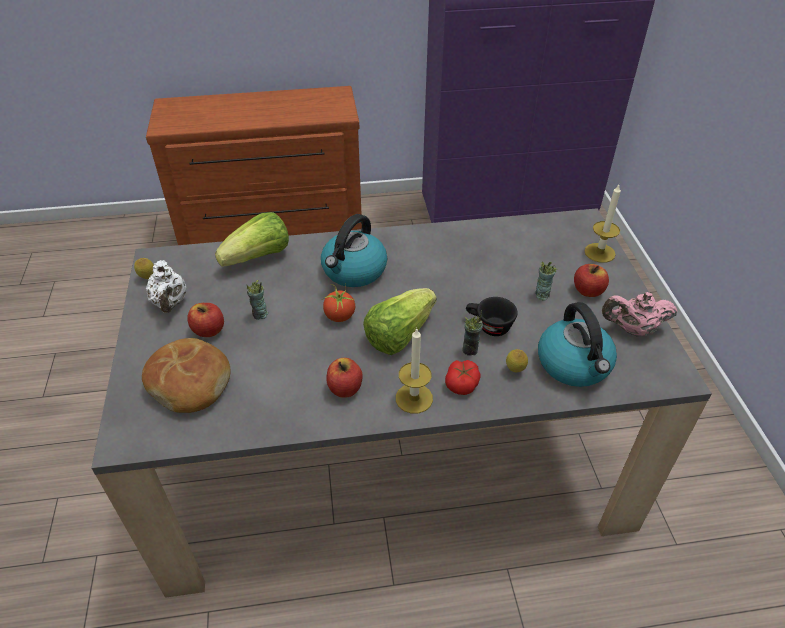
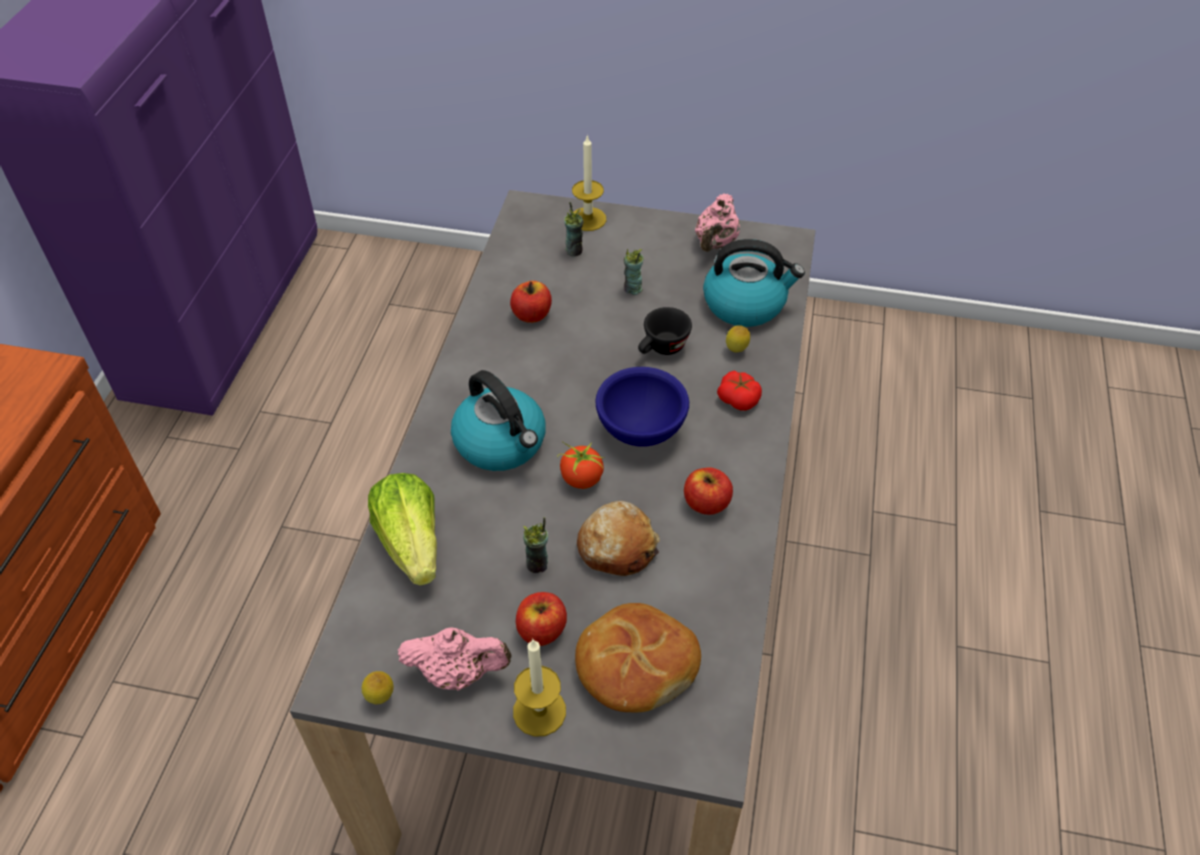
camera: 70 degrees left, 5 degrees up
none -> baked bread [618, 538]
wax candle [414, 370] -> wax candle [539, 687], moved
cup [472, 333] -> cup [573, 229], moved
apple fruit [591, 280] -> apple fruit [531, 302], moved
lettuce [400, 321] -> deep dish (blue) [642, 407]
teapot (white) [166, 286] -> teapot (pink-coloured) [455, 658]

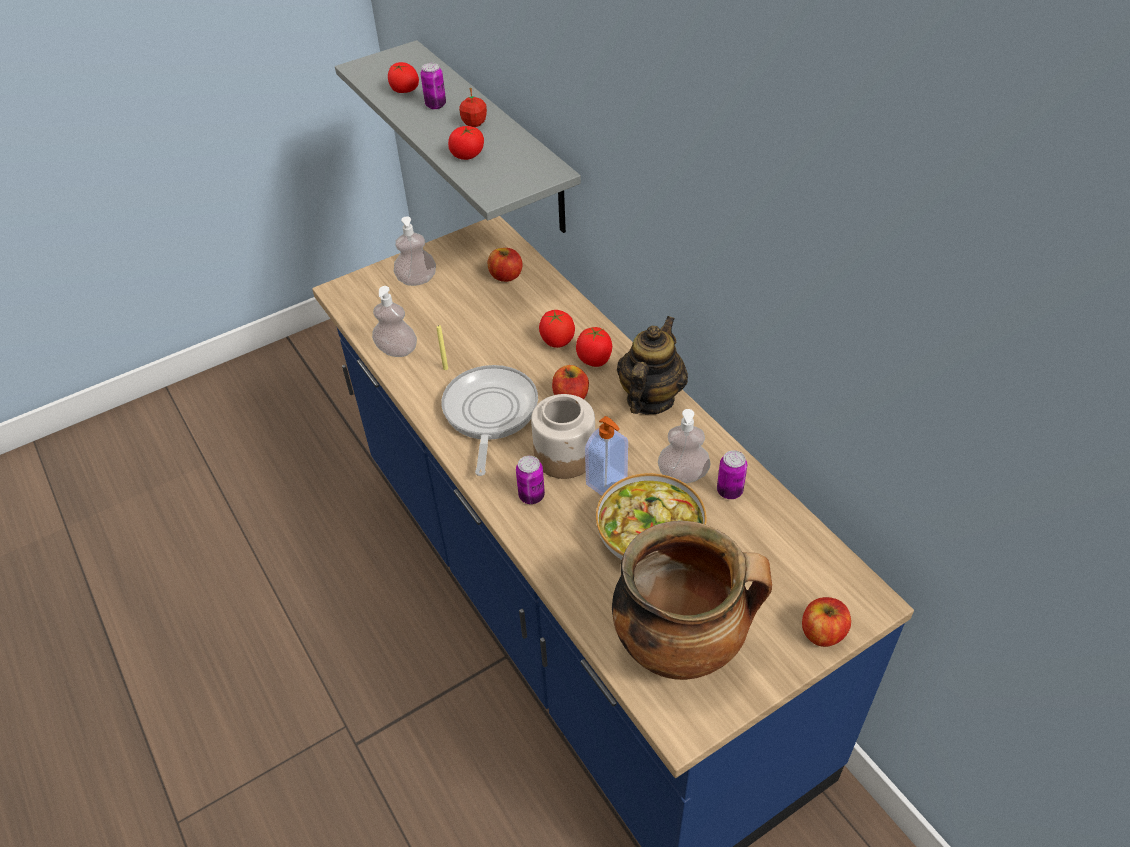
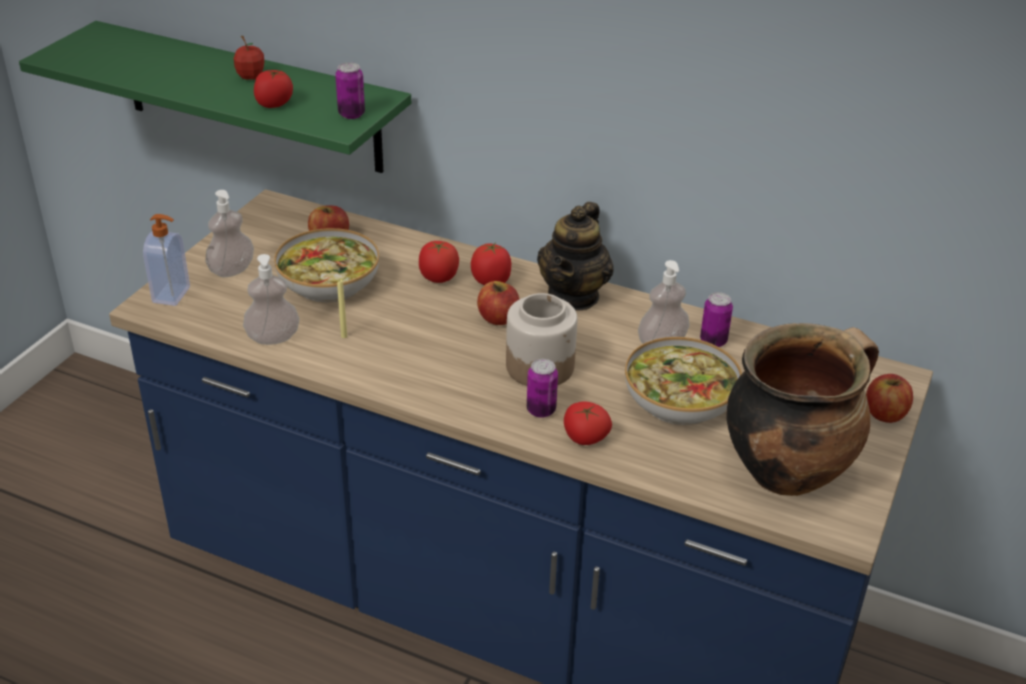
camera: 35 degrees left, 10 degrees down
pan [489, 420] -> none
none -> deep dish [326, 265]
tomato [403, 77] -> tomato [588, 423], moved
sealed can [433, 86] -> sealed can [350, 90], moved
soap dispenser [606, 456] -> soap dispenser [166, 260], moved
wall shelf (greyish) [458, 136] -> wall shelf (green-coloured) [215, 97]
teapot [652, 365] -> teapot [575, 256], 150 degrees counterclockwise

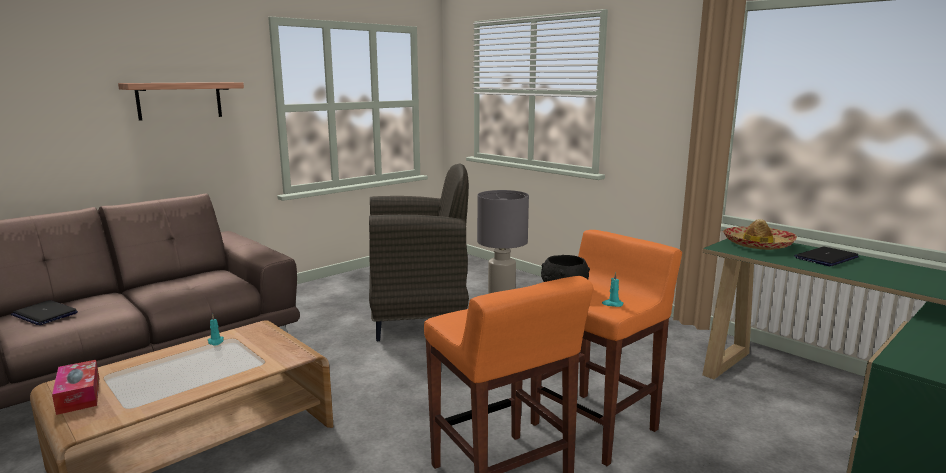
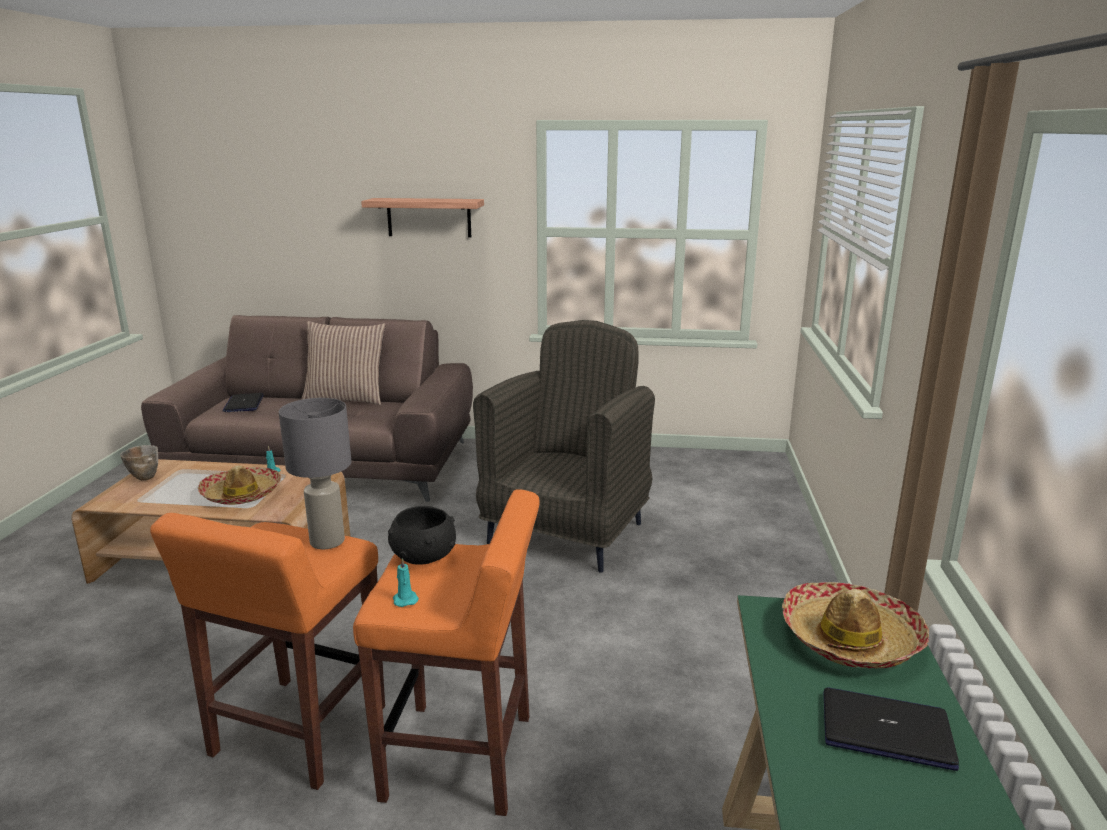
camera: 50 degrees right, 5 degrees up
none -> hat [239, 485]
none -> throw pillow [343, 363]
box of tissues [75, 387] -> deep dish [139, 463]
easy chair (greyish) [419, 252] -> easy chair (greyish) [564, 446], 105 degrees counterclockwise

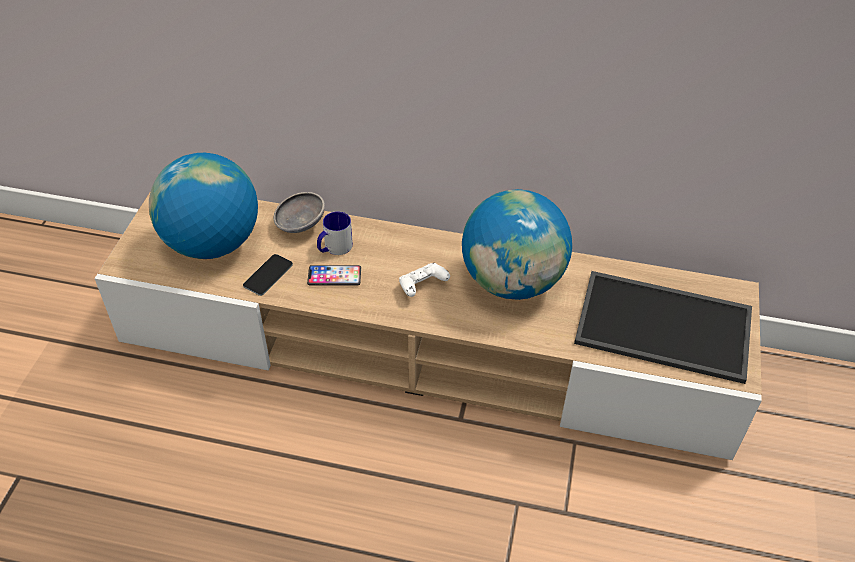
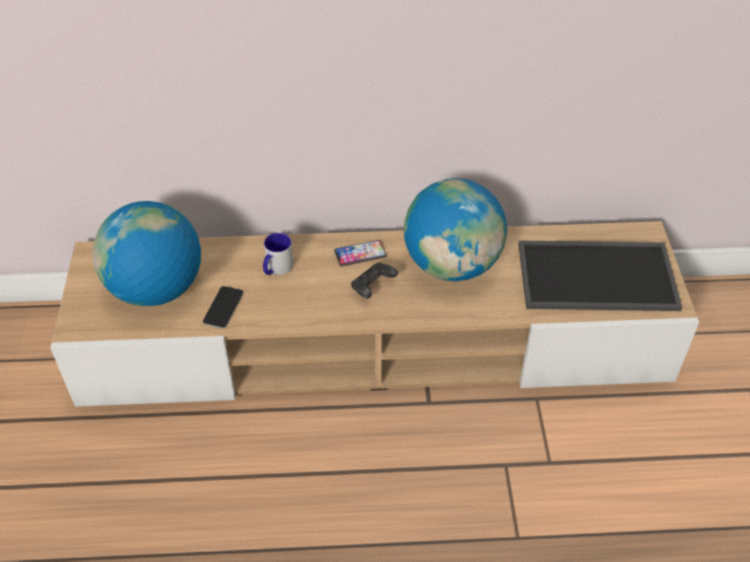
camera: 15 degrees left, 0 degrees up
deep dish (greyish) [299, 212] -> none
handset [334, 275] -> handset [360, 253], moved
joypad (white) [424, 280] -> joypad (black-coloured) [374, 280]

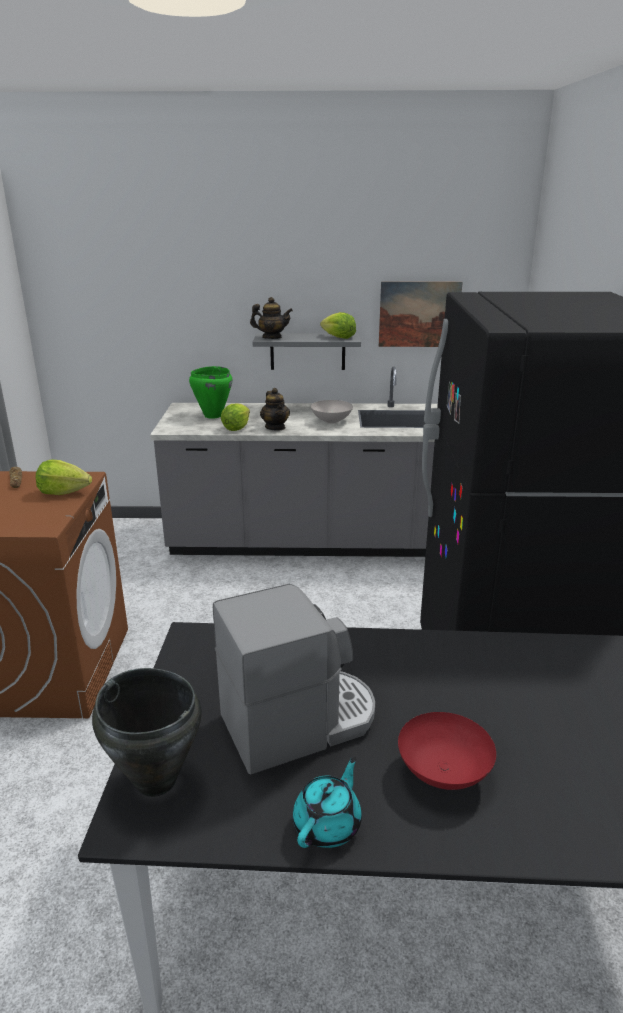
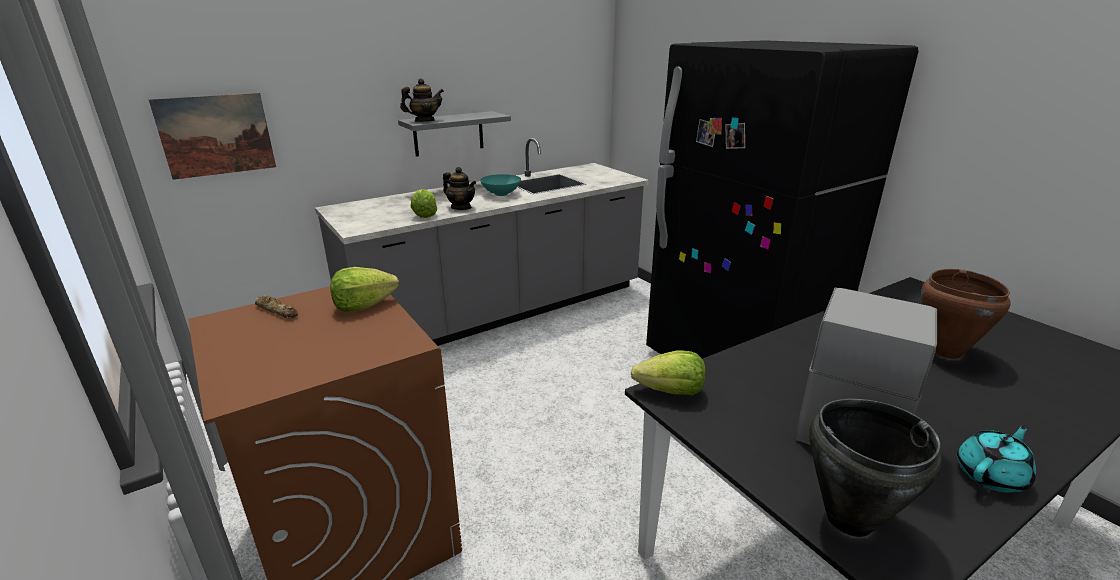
camera: 35 degrees left, 0 degrees up
stockpot (green-coloured) [210, 392] -> none
deep dish (red-coloured) [447, 751] -> none
none -> stockpot (brown-coloured) [965, 314]
lettuce [338, 325] -> lettuce [668, 372], moved
wall picture [421, 314] -> wall picture [212, 136], moved
deep dish (white) [332, 412] -> deep dish (turquoise-coloured) [500, 185]
teapot (turquoise-coloured) [327, 802] -> teapot (turquoise-coloured) [996, 458], 60 degrees clockwise

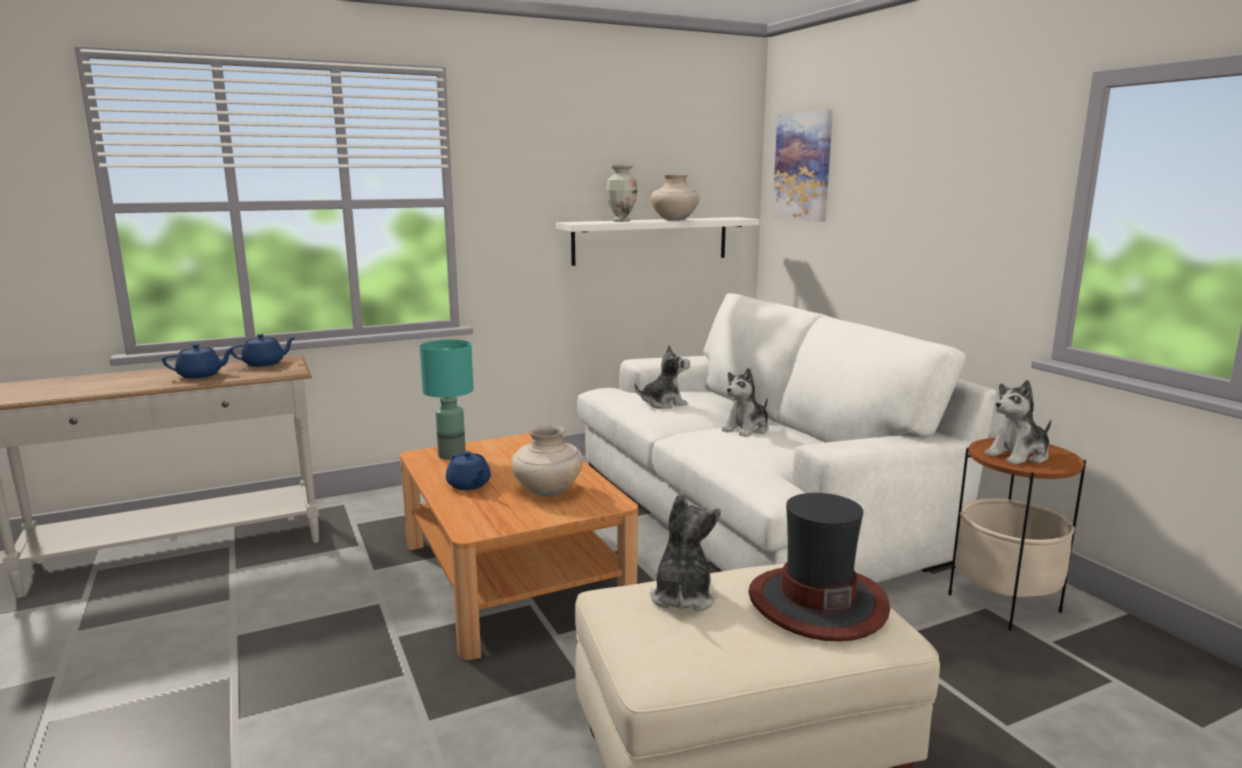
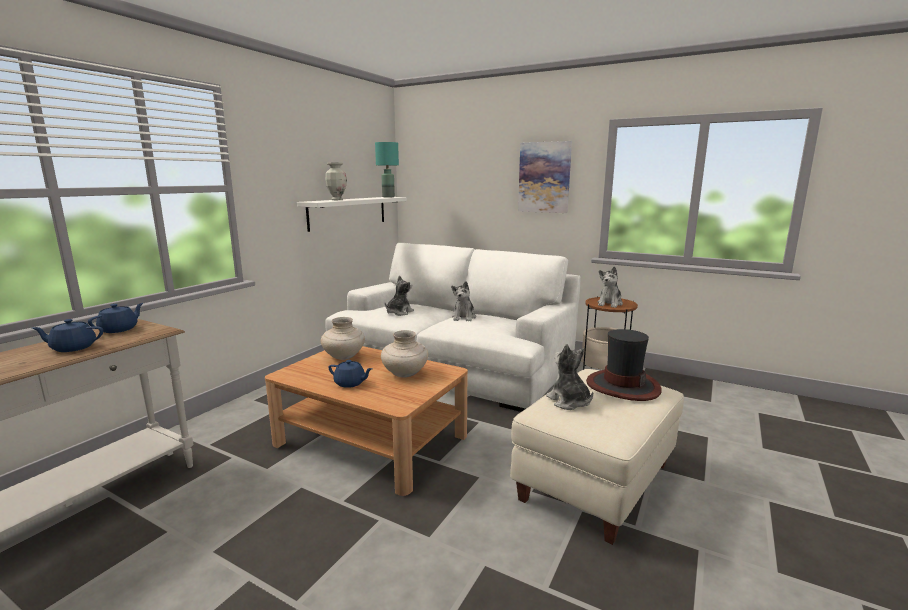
camera: 35 degrees left, 0 degrees up
tabletop lamp (turquoise-coloured) [447, 399] -> tabletop lamp (turquoise-coloured) [387, 169], moved
decorative vase (sand-coloured) [675, 197] -> decorative vase (sand-coloured) [343, 338], moved
wall picture [802, 166] -> wall picture [545, 177], moved
teapot (blue) [198, 361] -> teapot (blue) [67, 335], 135 degrees counterclockwise

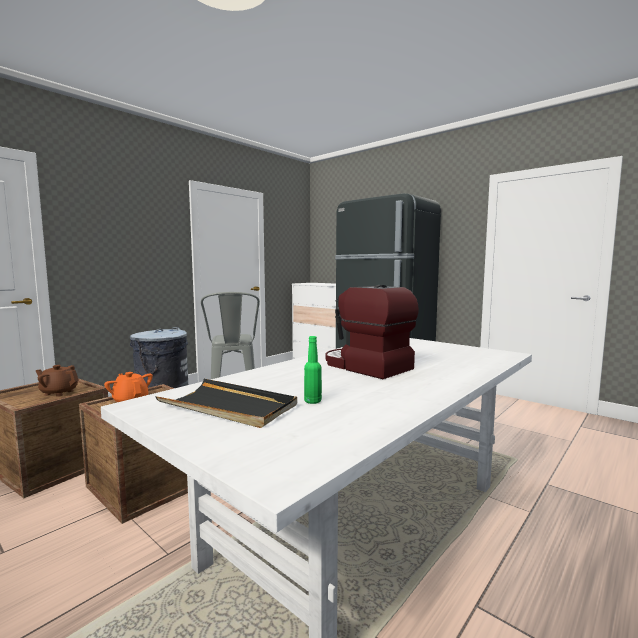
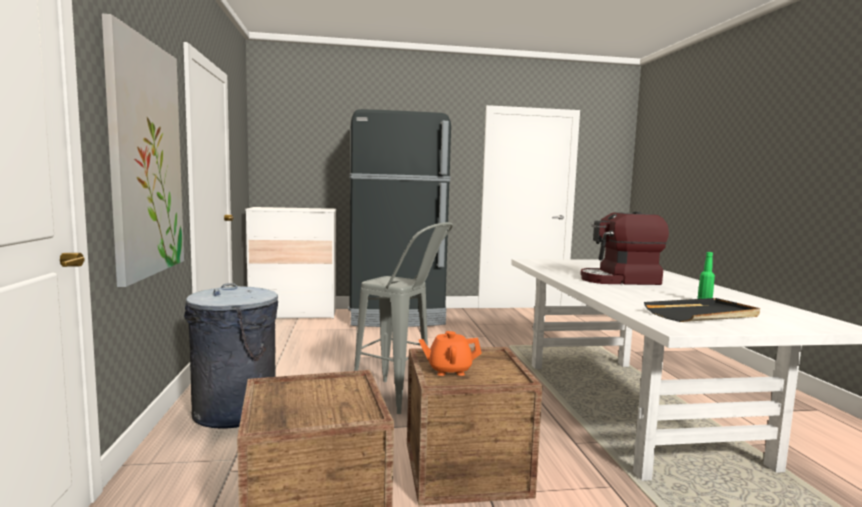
camera: 50 degrees left, 0 degrees up
teapot (brown-coloured) [57, 381] -> none
none -> wall picture [143, 150]

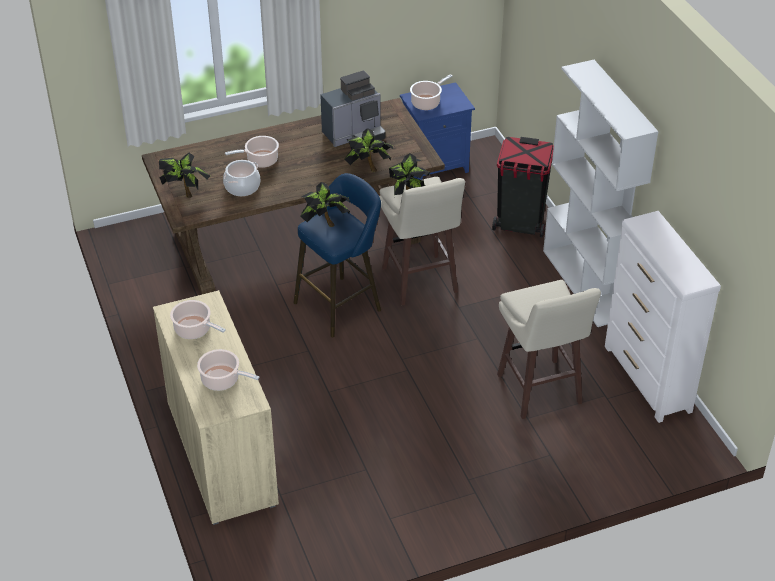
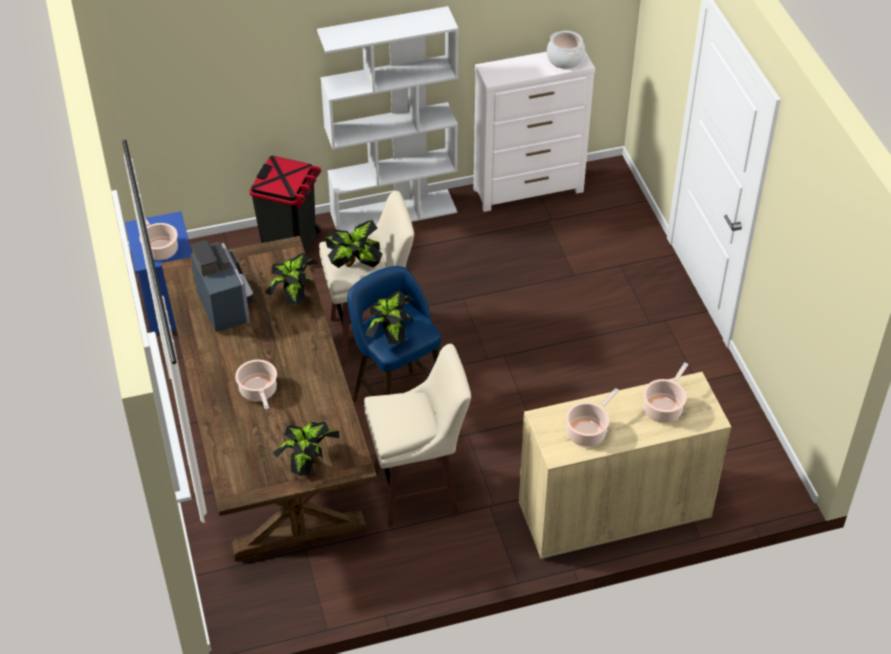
camera: 85 degrees left, 5 degrees up
stockpot [241, 178] -> stockpot [566, 50], moved
stool seat (sand-coloured) [549, 349] -> stool seat (sand-coloured) [417, 435], moved

